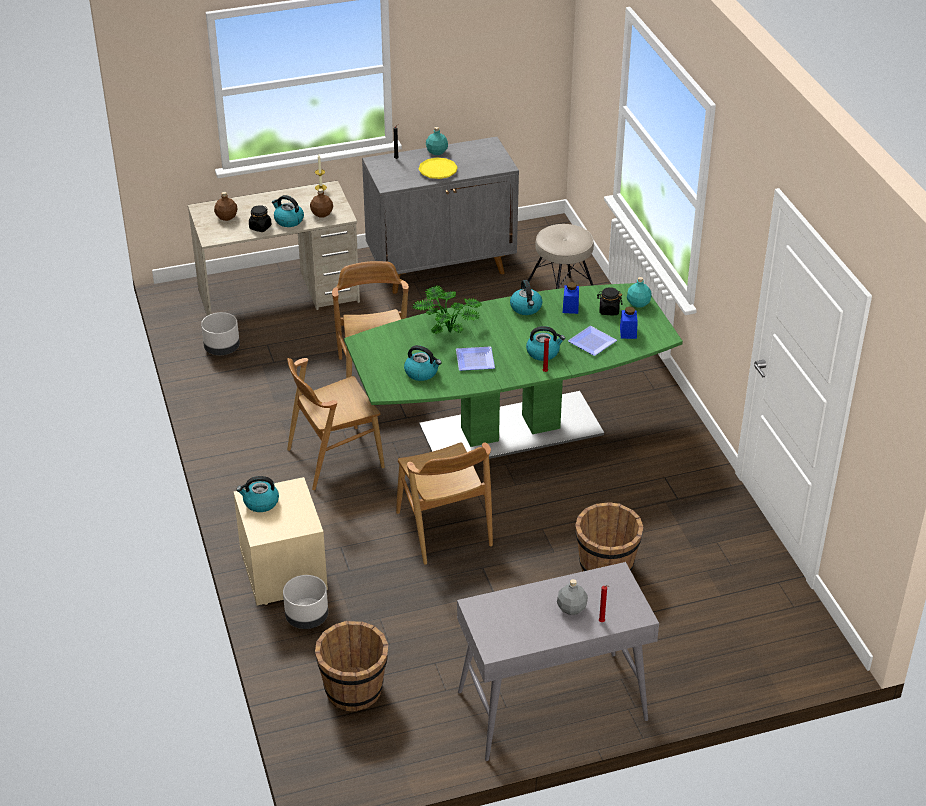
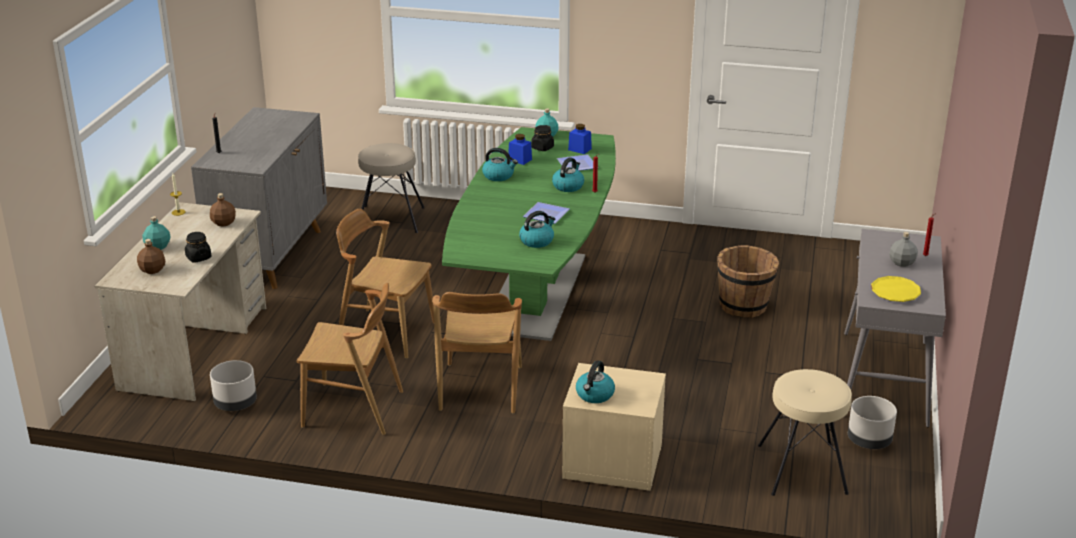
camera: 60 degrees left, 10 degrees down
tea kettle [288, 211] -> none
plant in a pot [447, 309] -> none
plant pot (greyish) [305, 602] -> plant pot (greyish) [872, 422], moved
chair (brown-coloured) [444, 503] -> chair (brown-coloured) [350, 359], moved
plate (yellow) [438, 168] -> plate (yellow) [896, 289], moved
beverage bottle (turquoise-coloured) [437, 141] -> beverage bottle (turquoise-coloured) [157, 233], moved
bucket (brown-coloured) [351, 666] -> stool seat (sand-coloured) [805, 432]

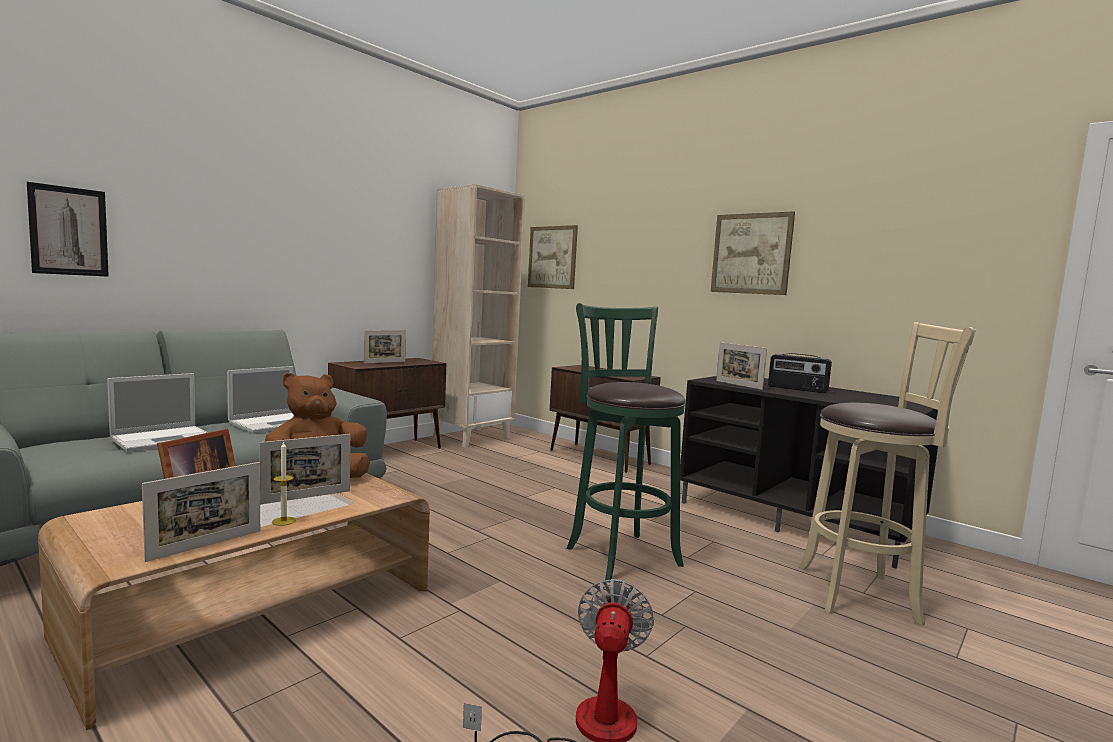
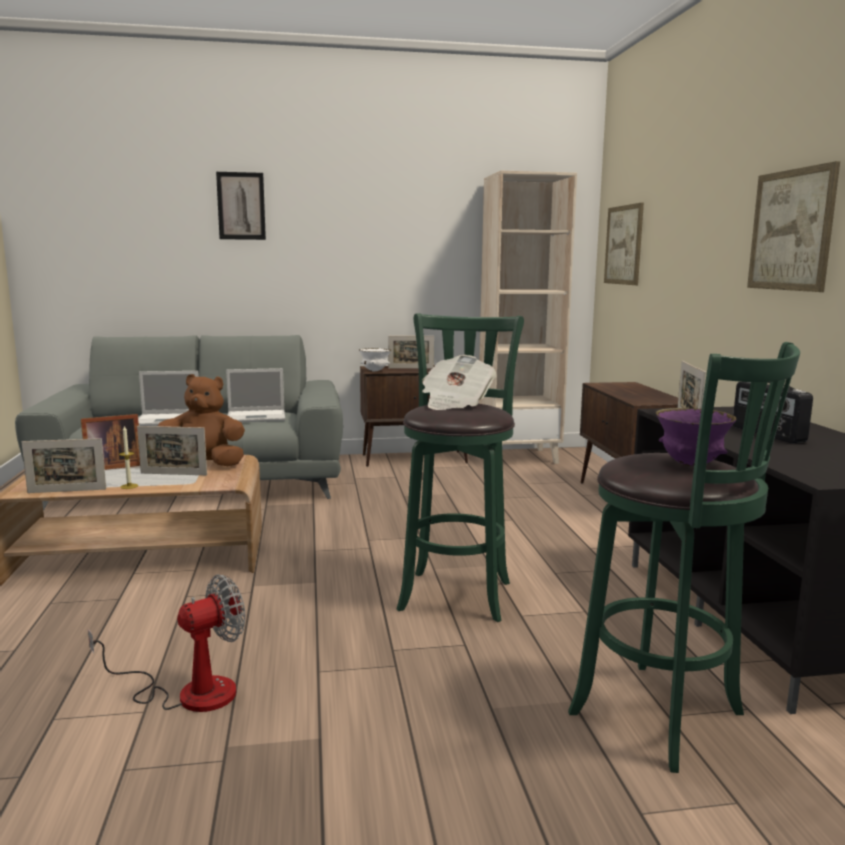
camera: 40 degrees right, 5 degrees up
none -> deep dish (white) [375, 360]
none -> printed paper [459, 382]
none -> deep dish (purplish) [696, 437]
wall picture [68, 229] -> wall picture [241, 206], moved
stool seat (sand-coloured) [887, 474] -> stool seat (green-coloured) [684, 557]

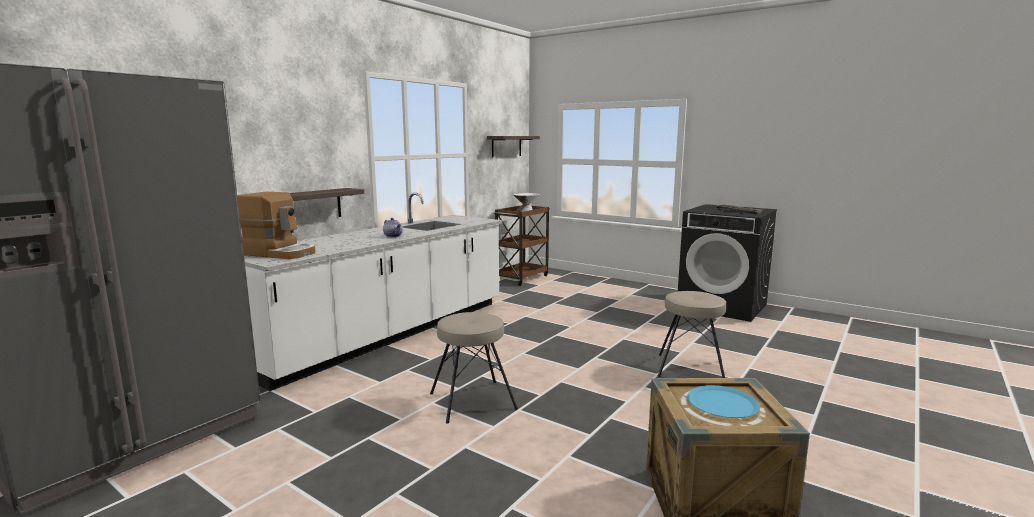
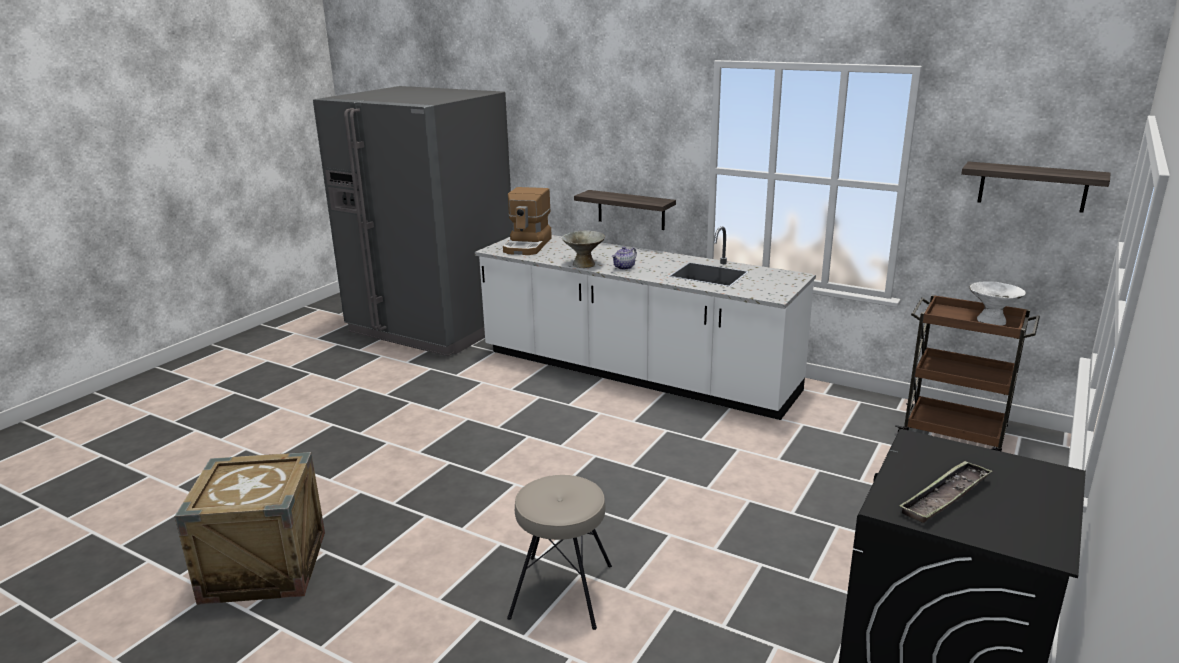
camera: 85 degrees right, 10 degrees up
stool seat (sand-coloured) [474, 367] -> none
plate (blue) [723, 401] -> none
none -> deep dish (greyish) [583, 249]

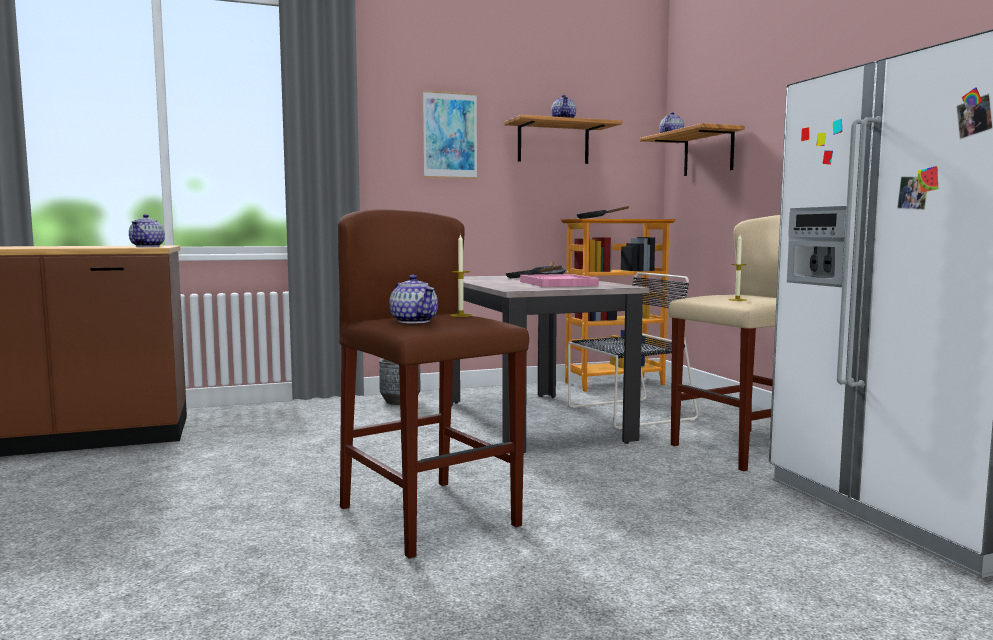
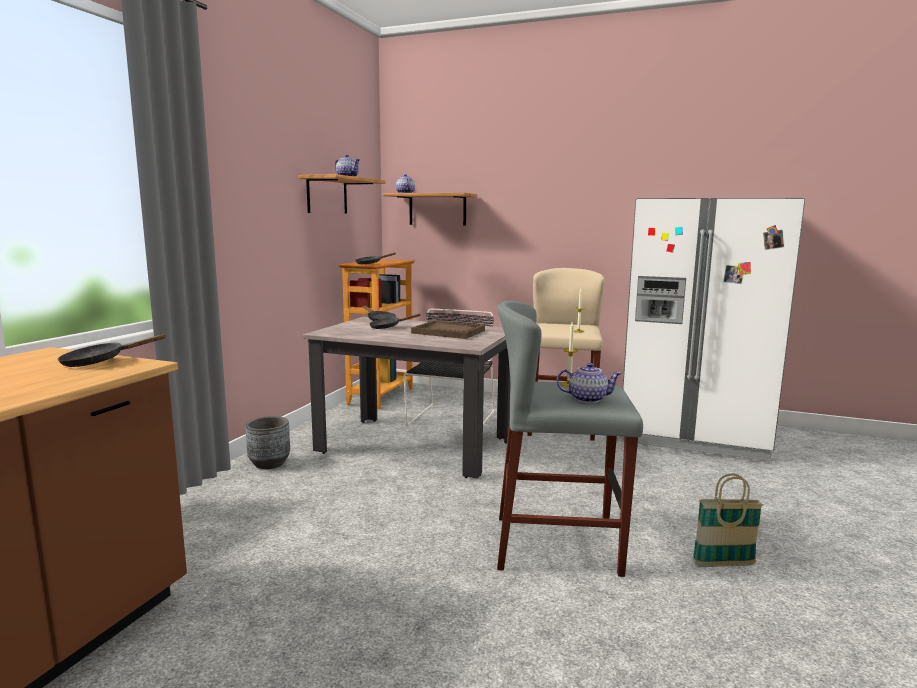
camera: 50 degrees left, 5 degrees up
wall picture [450, 134] -> none
none -> basket [727, 520]
teapot [147, 230] -> pan (black-coloured) [112, 350]
stool seat (brown-coloured) [433, 383] -> stool seat (greyish) [570, 439]
serving tray (pink-coloured) [559, 280] -> serving tray (brown-coloured) [448, 329]

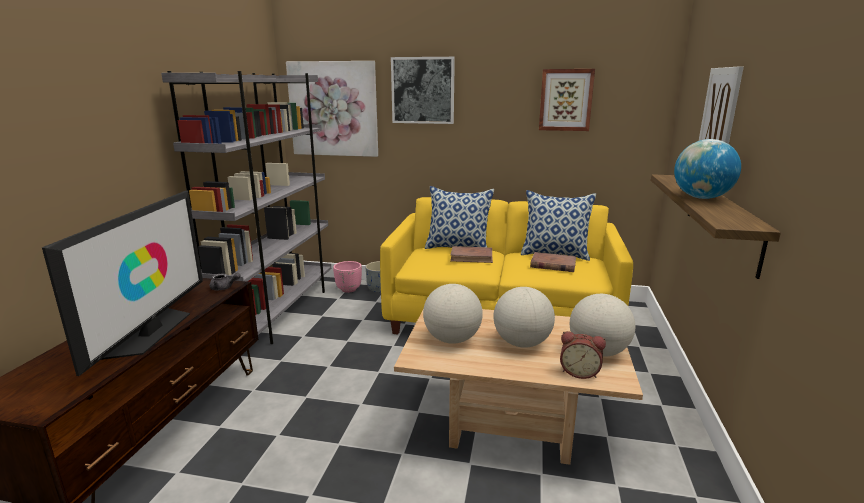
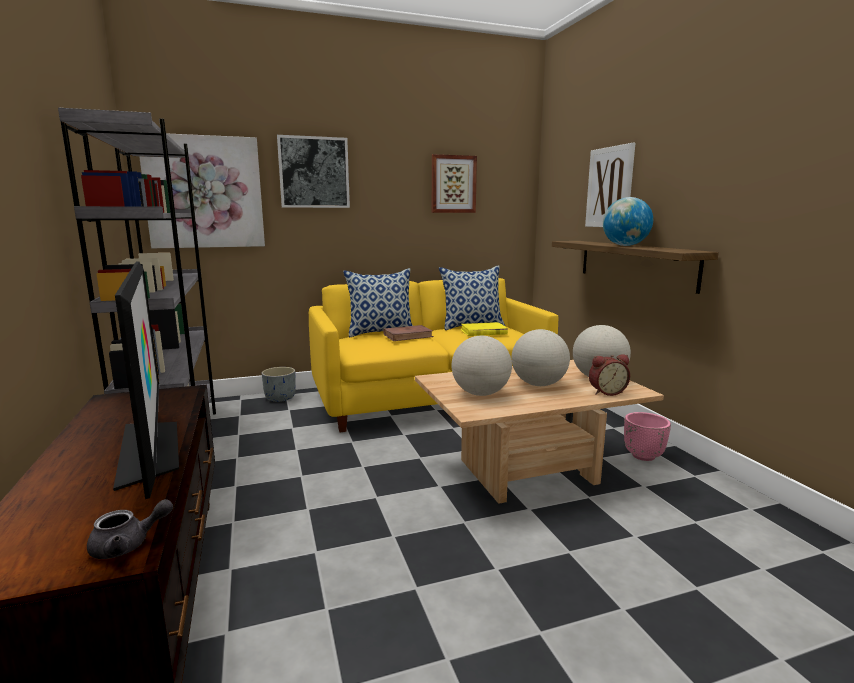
camera: 30 degrees left, 5 degrees down
teapot (greyish) [225, 281] -> teapot (greyish) [130, 529], moved
plant pot (pink-coloured) [347, 277] -> plant pot (pink-coloured) [647, 436], moved
book (brown-coloured) [553, 262] -> book (yellow) [484, 329]

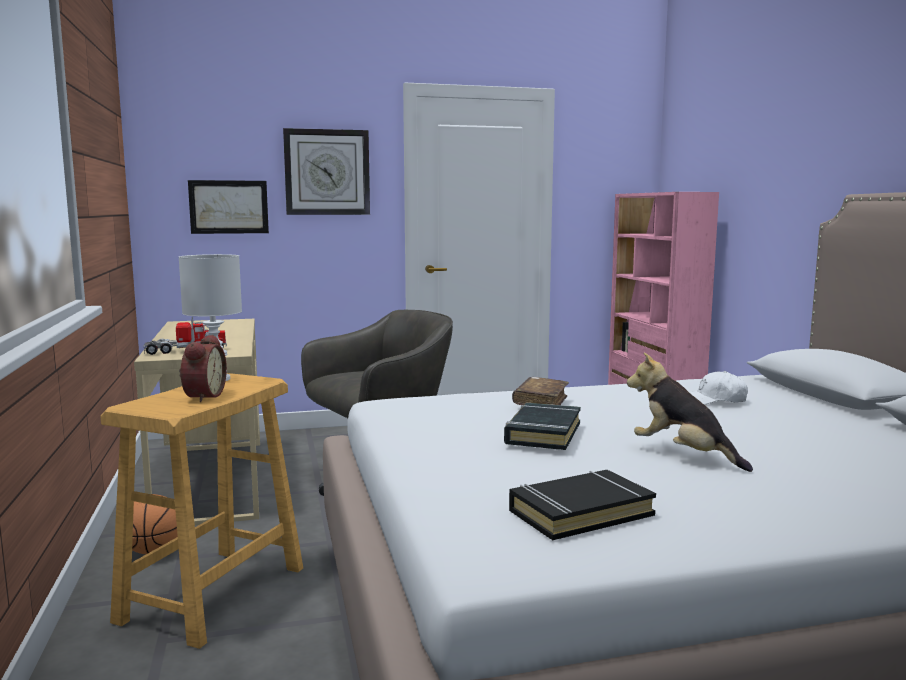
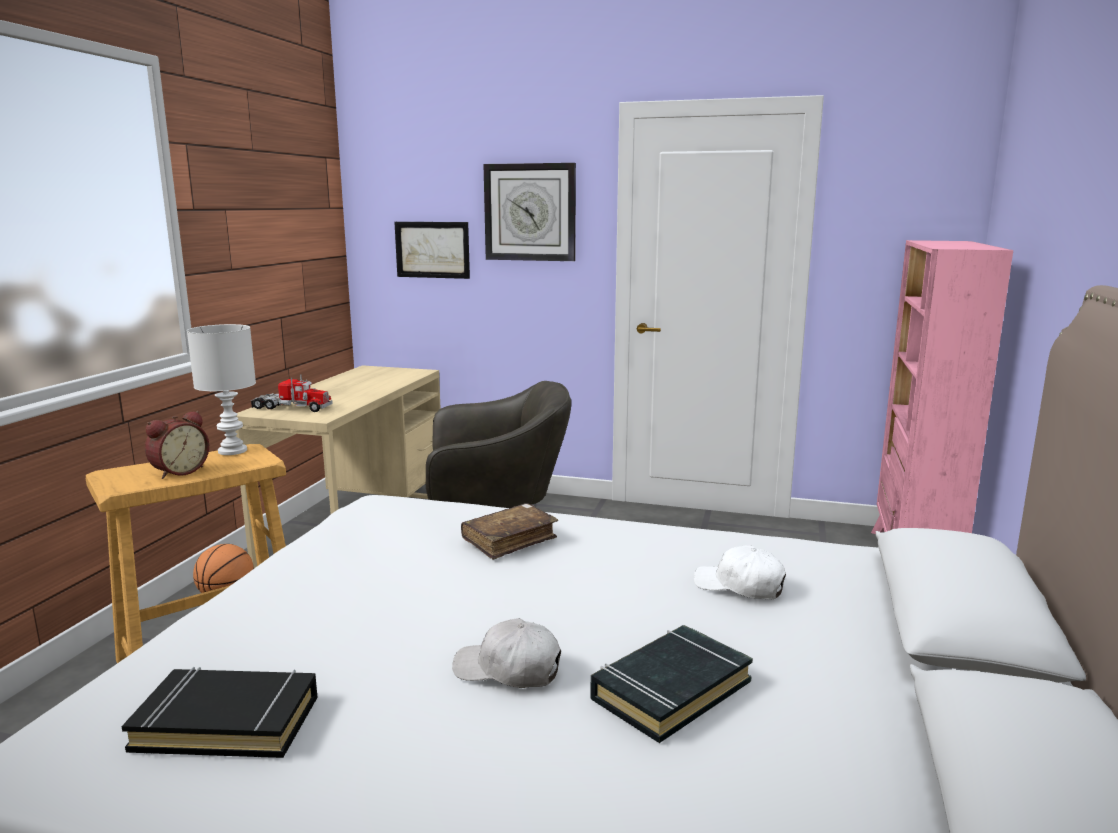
camera: 30 degrees right, 5 degrees up
book (black-coloured) [542, 426] -> book (black-coloured) [671, 684], moved
cuddly toy [690, 412] -> baseball cap (white) [506, 653]

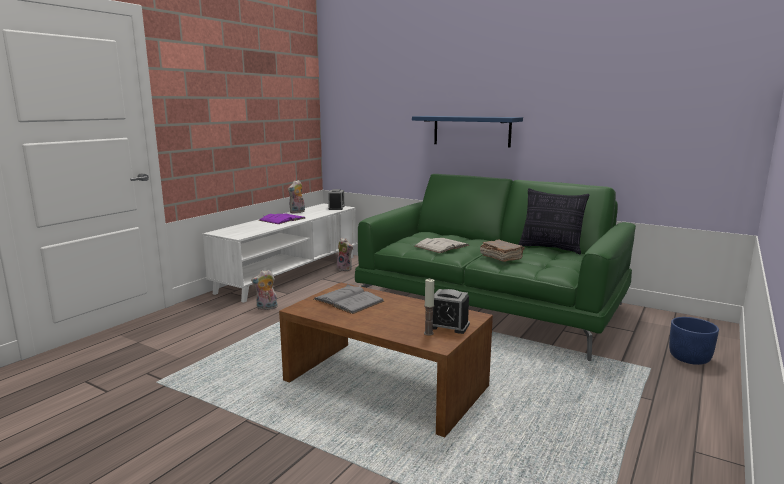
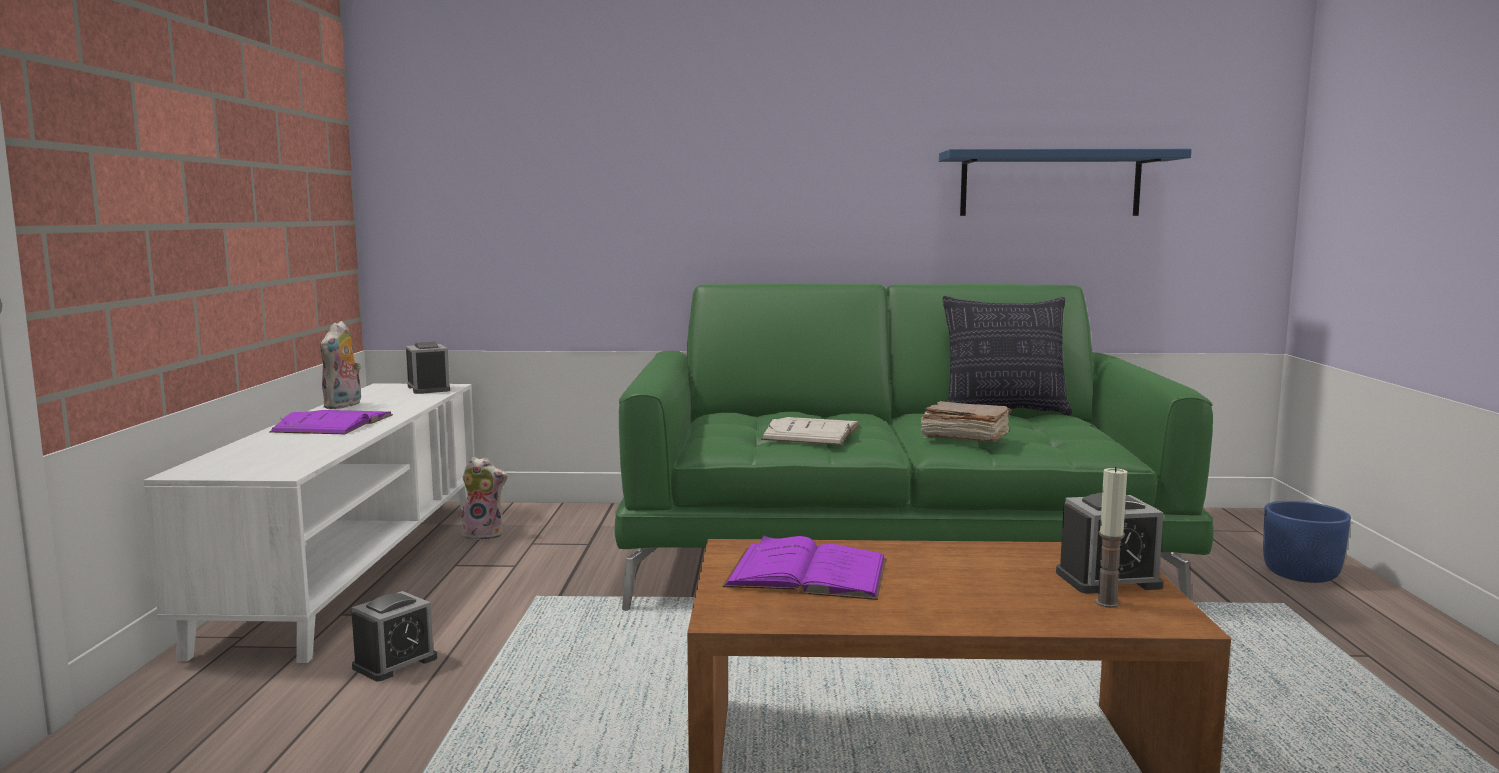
camera: 30 degrees left, 5 degrees down
wall shelf (blue) [467, 132] -> wall shelf (blue) [1065, 182], moved
cuddly toy [264, 290] -> table clock [394, 636]
book (greyish) [349, 299] -> book (purplish) [804, 567]

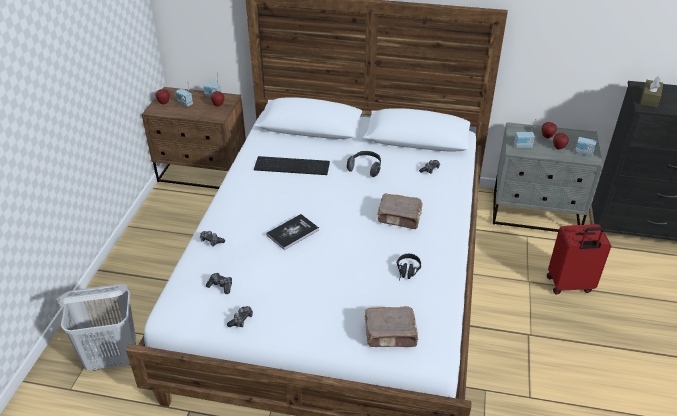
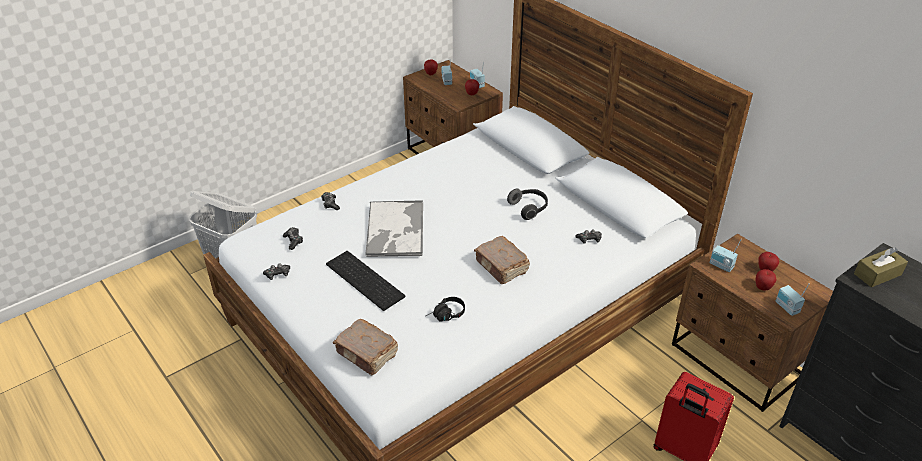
camera: 40 degrees right, 0 degrees up
computer keyboard [292, 165] -> computer keyboard [365, 281], moved
book [292, 232] -> serving tray [394, 228]
bedside table (greyish) [548, 177] -> bedside table (brown-coloured) [752, 323]

